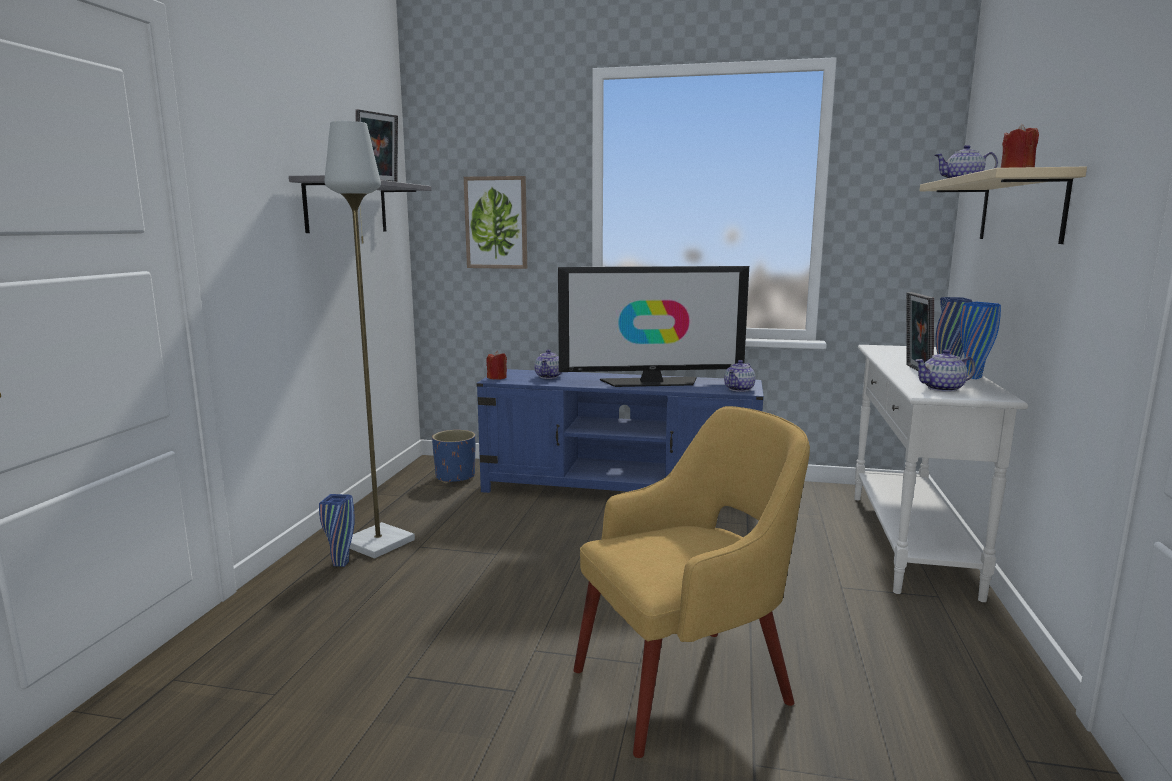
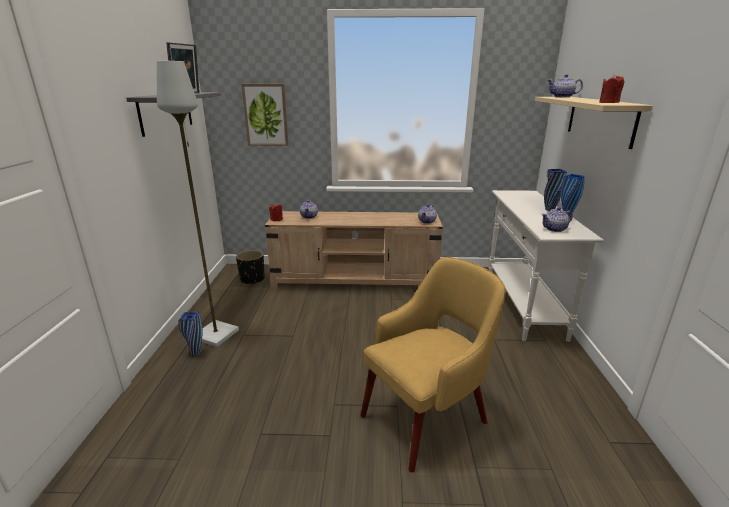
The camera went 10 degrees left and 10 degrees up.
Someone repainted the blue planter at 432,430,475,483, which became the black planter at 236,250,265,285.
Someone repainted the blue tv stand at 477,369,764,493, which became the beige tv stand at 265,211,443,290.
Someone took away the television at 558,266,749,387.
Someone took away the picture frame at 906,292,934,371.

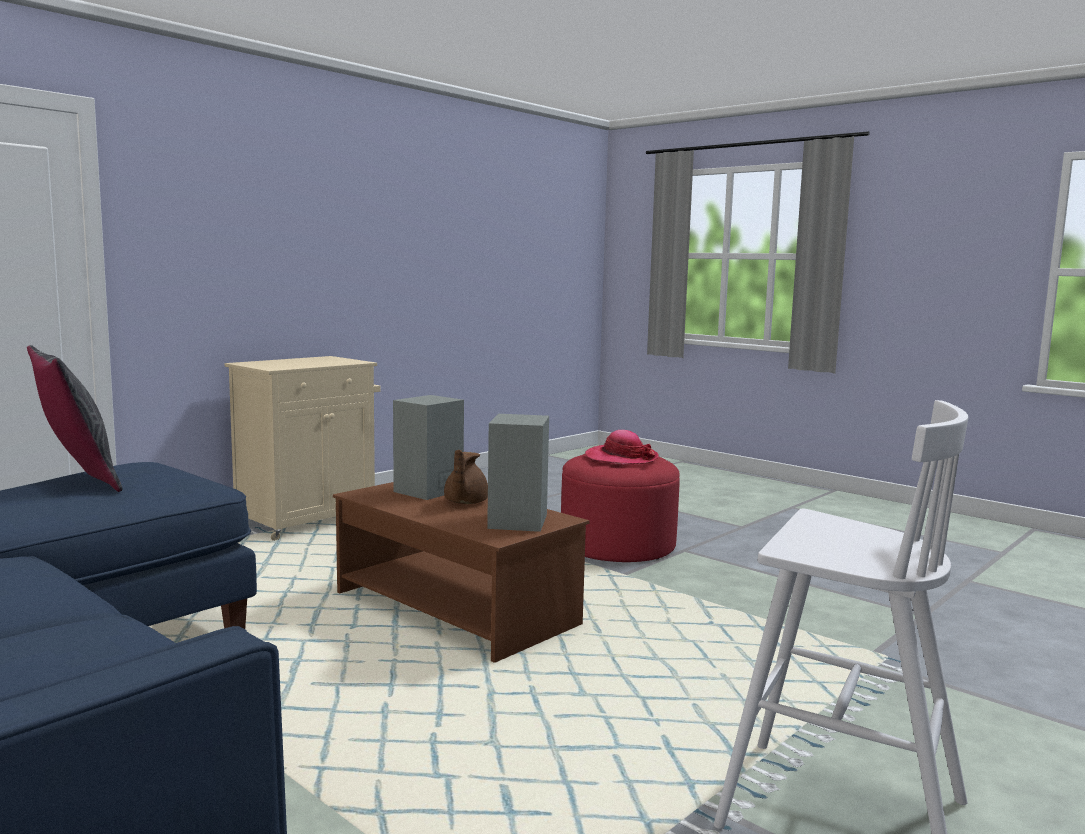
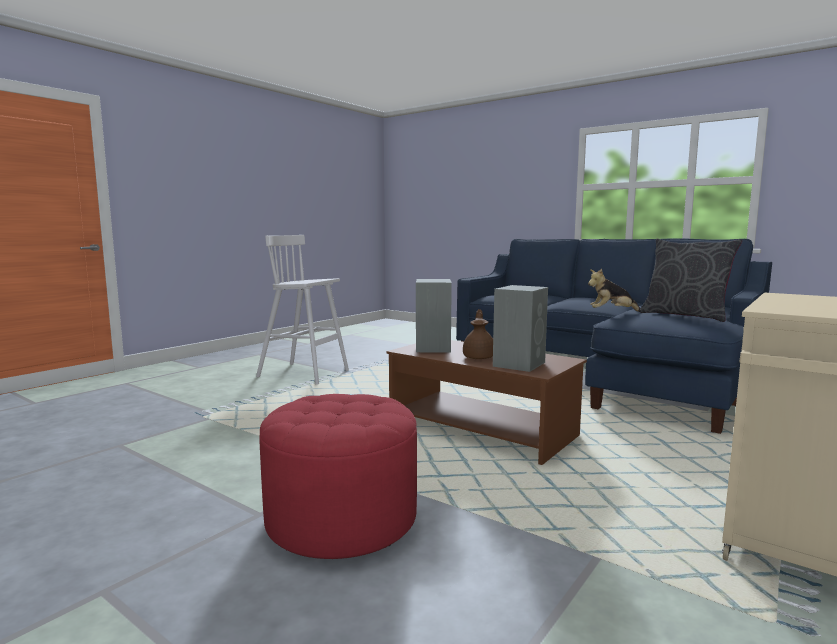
The camera went 175 degrees right and 0 degrees up.
Someone put down the plush toy at 588,269,641,312.
Someone took away the hat at 585,430,659,464.

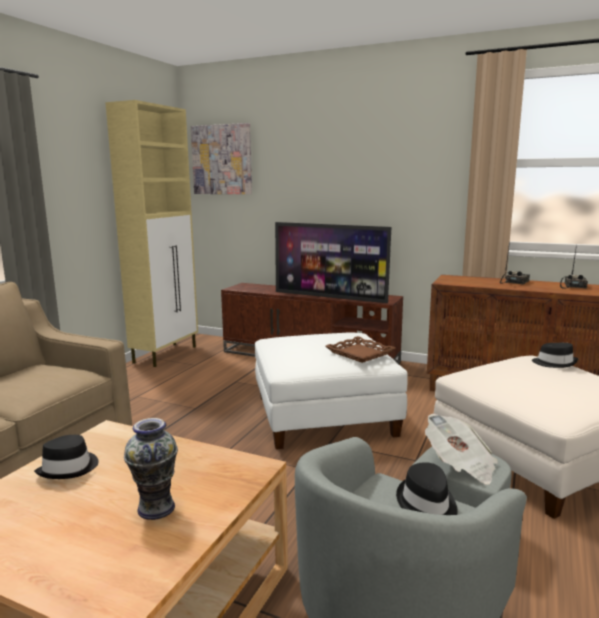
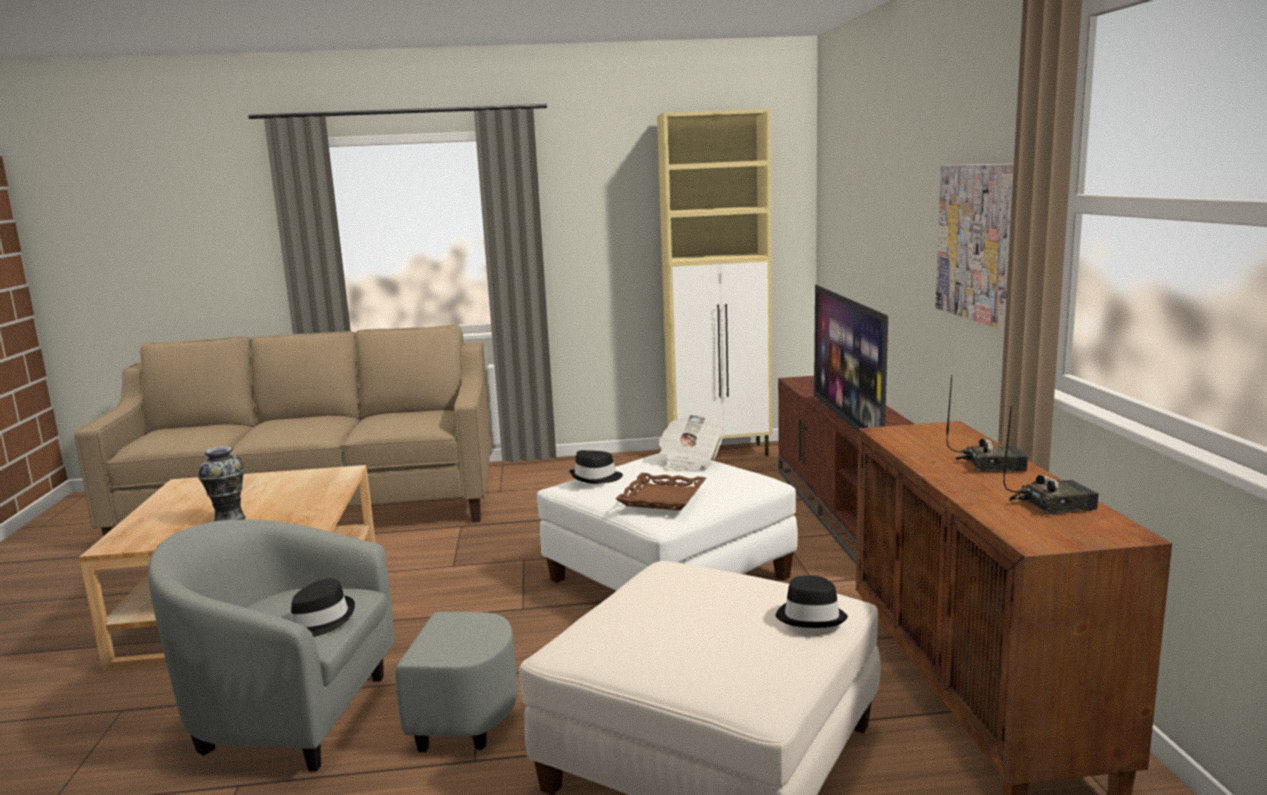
The camera went 60 degrees right and 0 degrees up.
Someone carried the black hat from 34,435,99,479 to 569,450,623,484.
Someone carried the newspaper from 425,414,498,485 to 658,414,725,472.
Someone carried the picture from 191,123,252,194 to 936,164,1014,330.

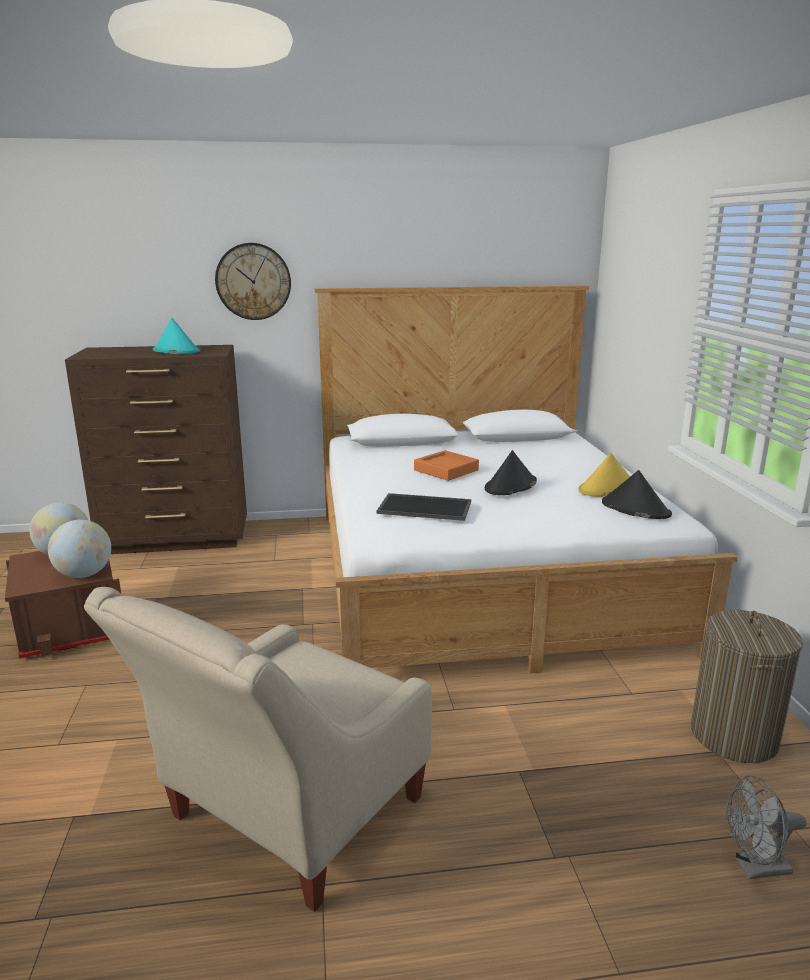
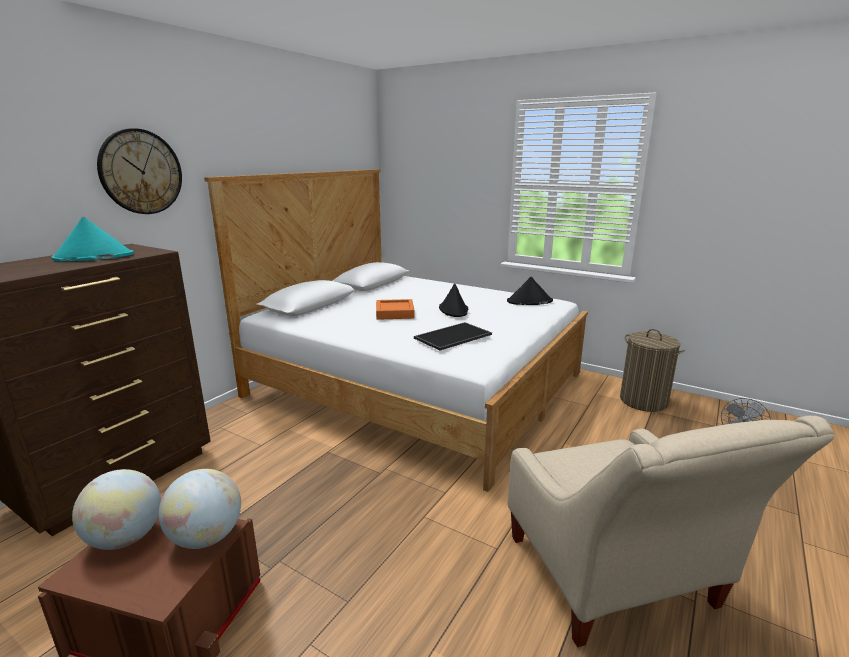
The camera went 50 degrees left and 0 degrees up.
Someone took away the yellow hat at 578,453,630,497.

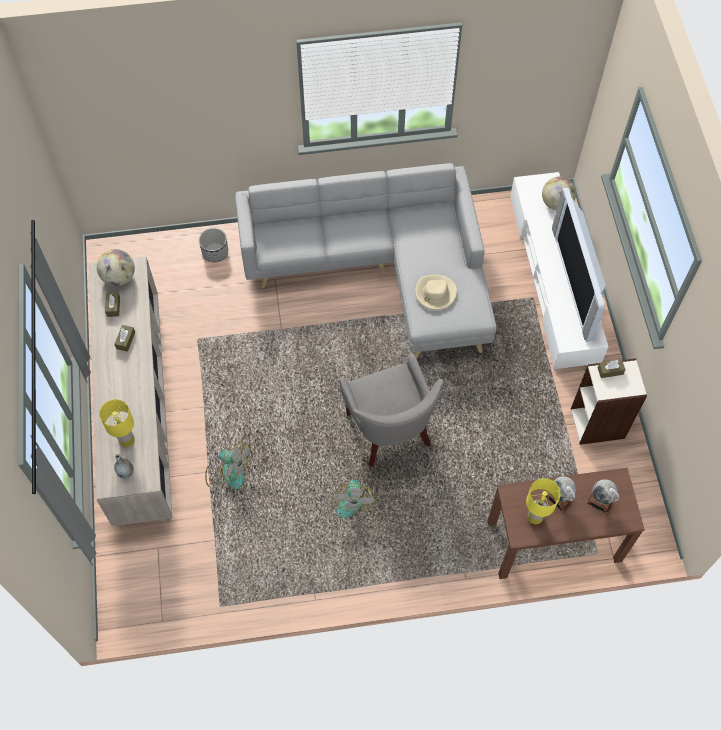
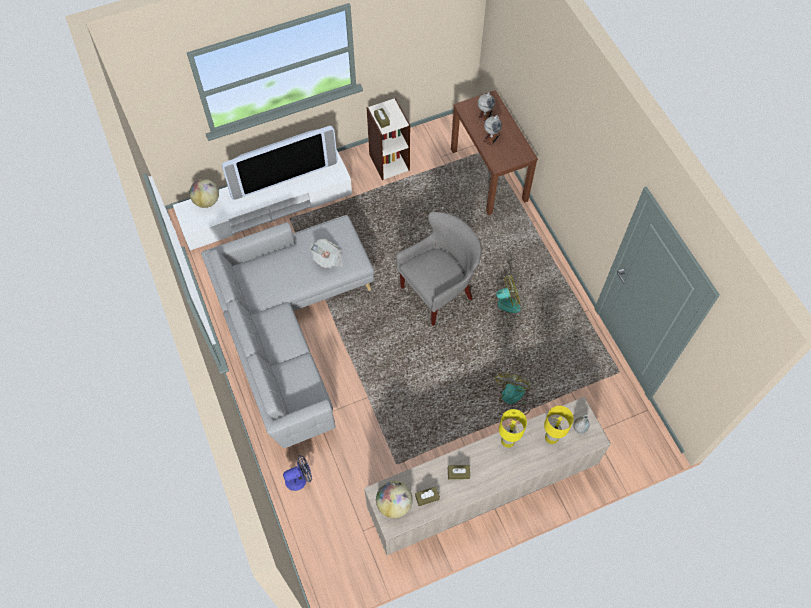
The camera went 105 degrees left and 0 degrees up.
Someone swapped the planter at 199,228,228,262 for the fan at 283,455,312,491.
Someone swapped the beige hat at 415,274,457,310 for the newspaper at 310,239,343,269.
Someone carried the yellow table lamp from 526,478,561,524 to 499,409,527,448.

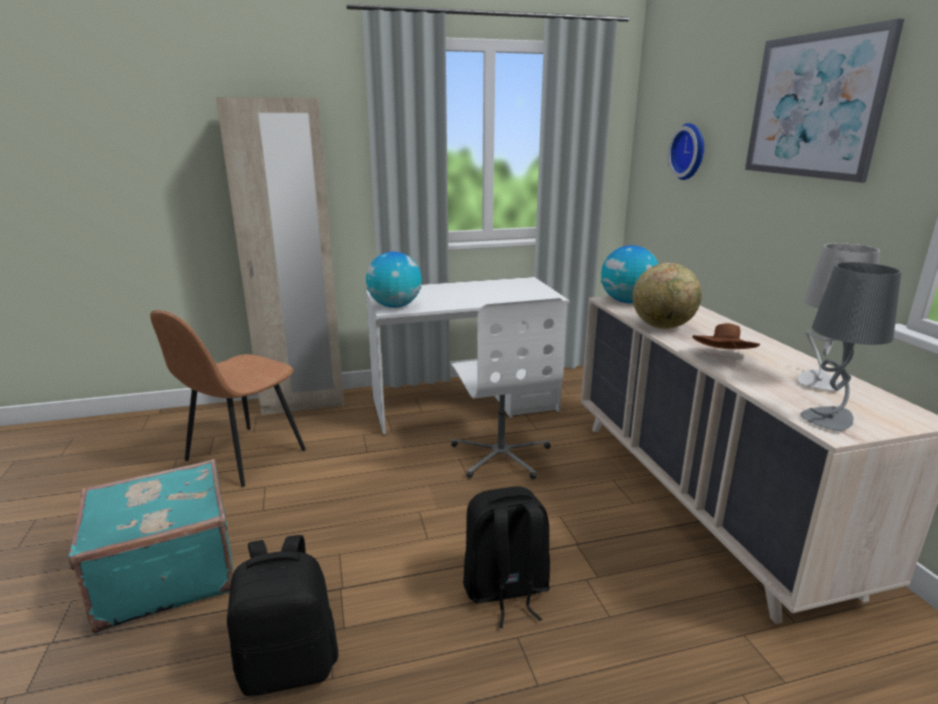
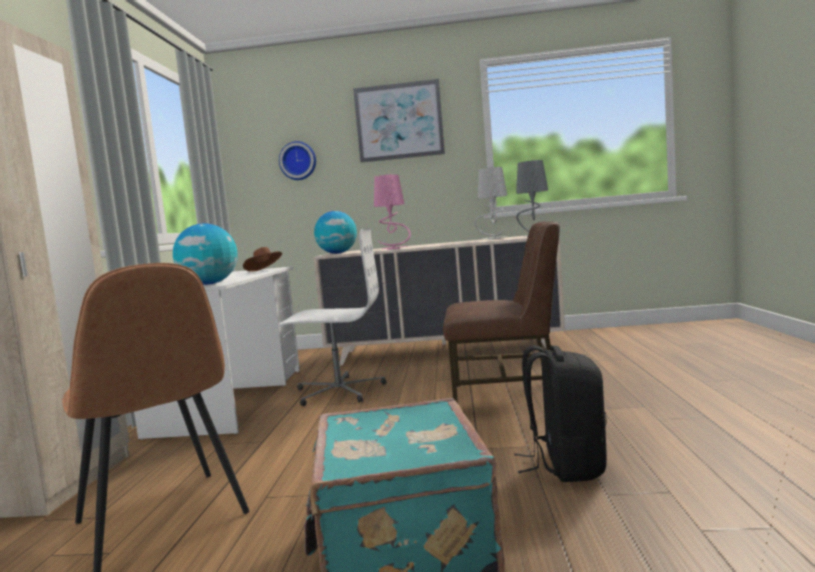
The camera went 70 degrees left and 15 degrees down.
Someone carried the brown hat from 692,323,760,349 to 243,247,282,272.
Someone swapped the globe at 633,263,702,329 for the pink table lamp at 374,174,411,250.
Someone swapped the black backpack at 463,487,550,628 for the brown chair at 443,221,560,403.

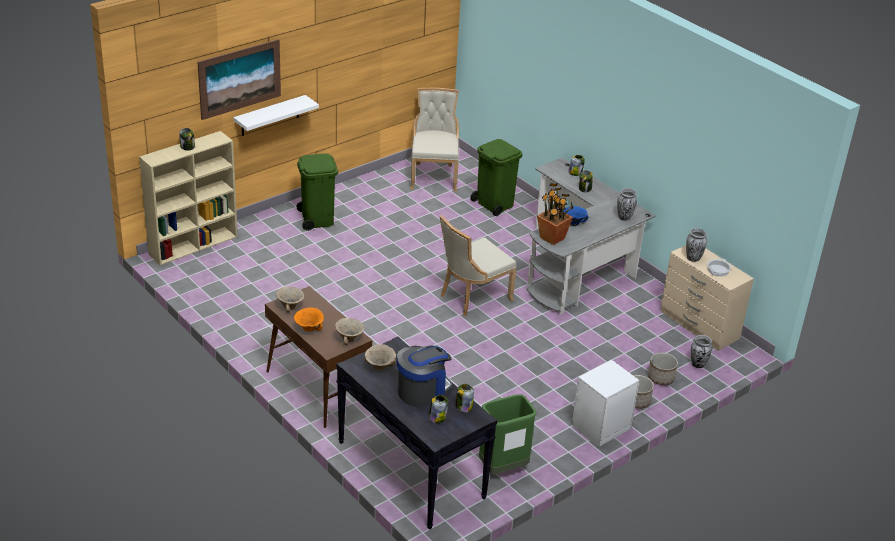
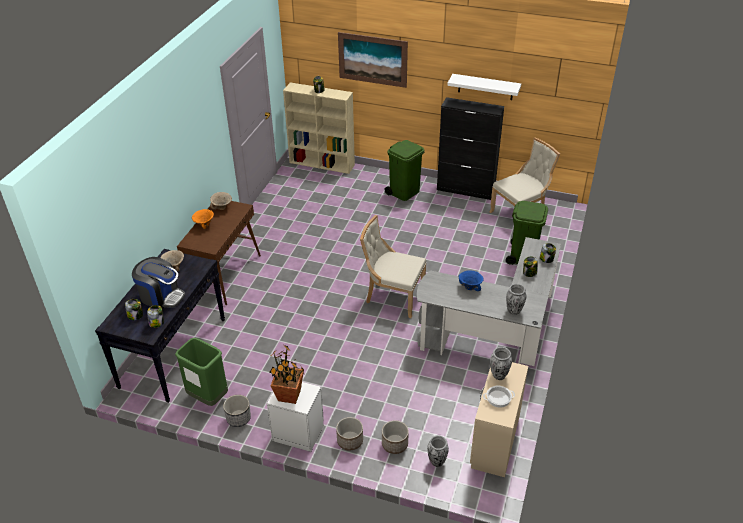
The camera went 60 degrees right and 5 degrees up.
Someone put down the planter at 223,395,251,427.
Someone carried the potted plant from 537,184,573,245 to 270,345,304,404.
Someone put down the black cabinet at 437,97,504,200.
Someone carried the white shelf from 233,95,319,136 to 447,74,521,100.
Someone took away the beige bowl at 335,318,364,345.

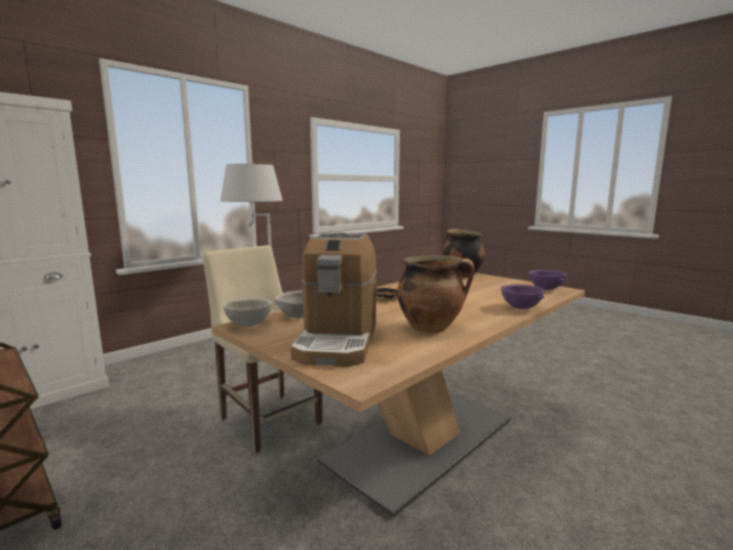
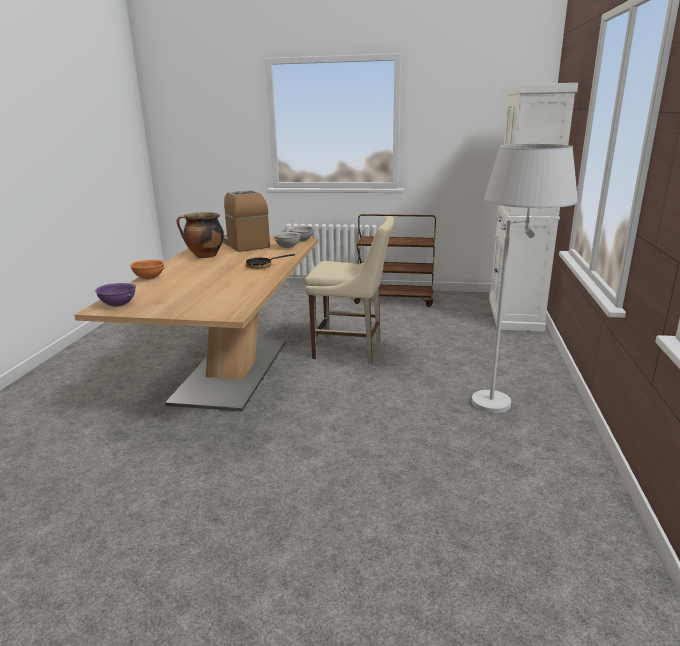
The camera went 145 degrees right and 10 degrees up.
Someone repainted the purple bowl at 501,284,545,309, which became the orange bowl at 130,260,165,280.
Someone took away the cooking pot at 443,229,485,278.

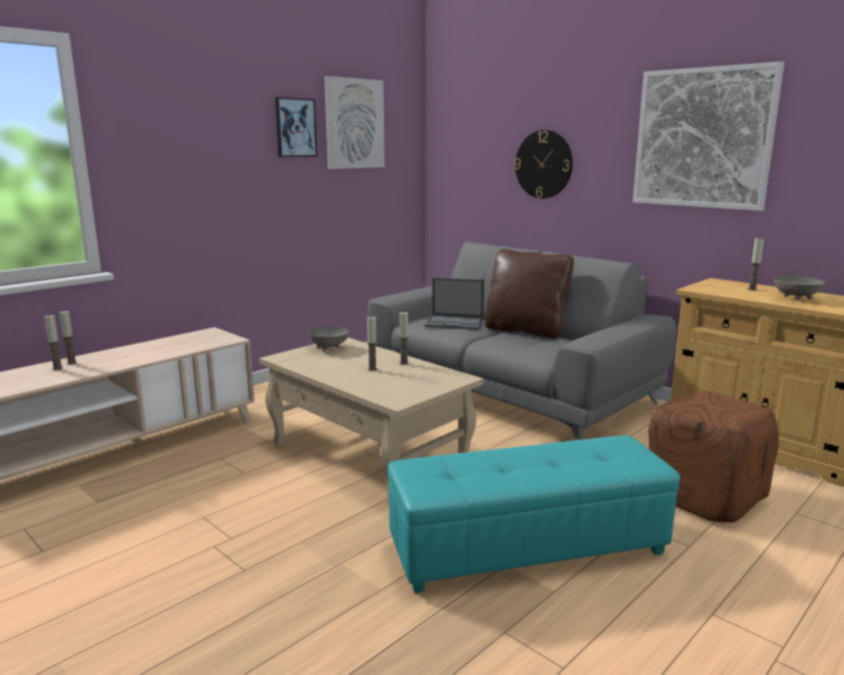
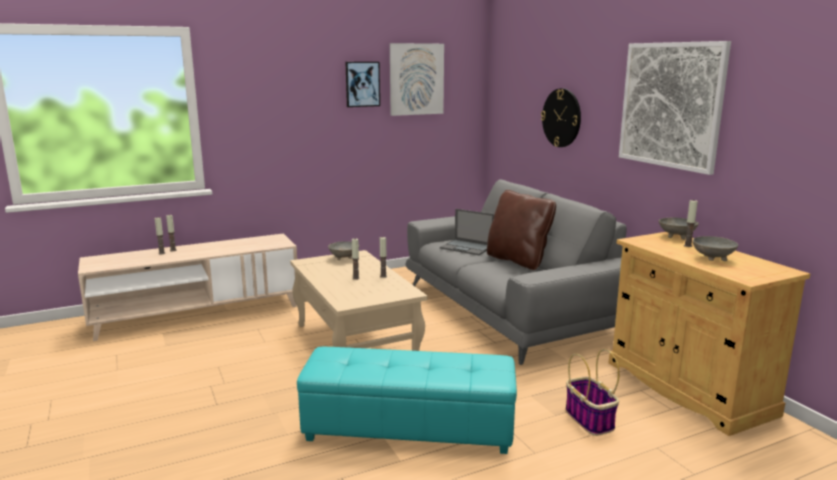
The camera went 20 degrees right and 0 degrees up.
Someone swapped the brown ottoman at 648,391,779,522 for the basket at 565,349,620,436.
Someone put down the grey bowl at 659,218,699,240.

